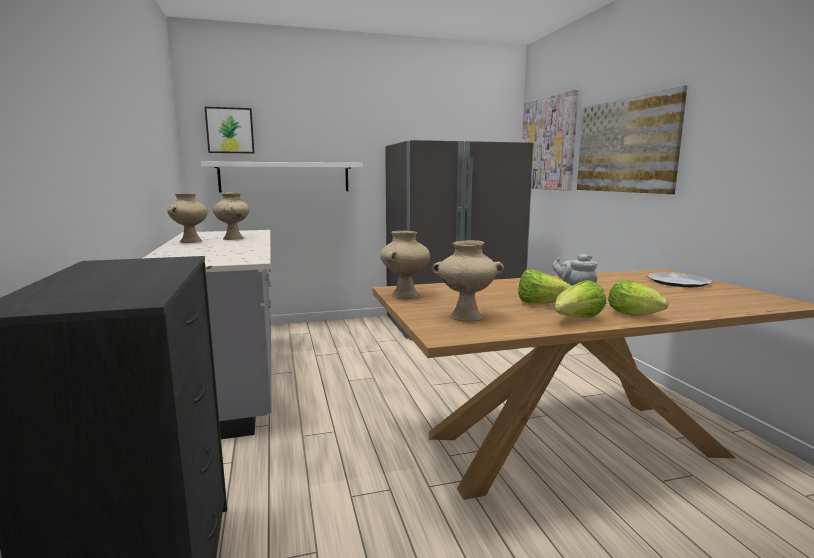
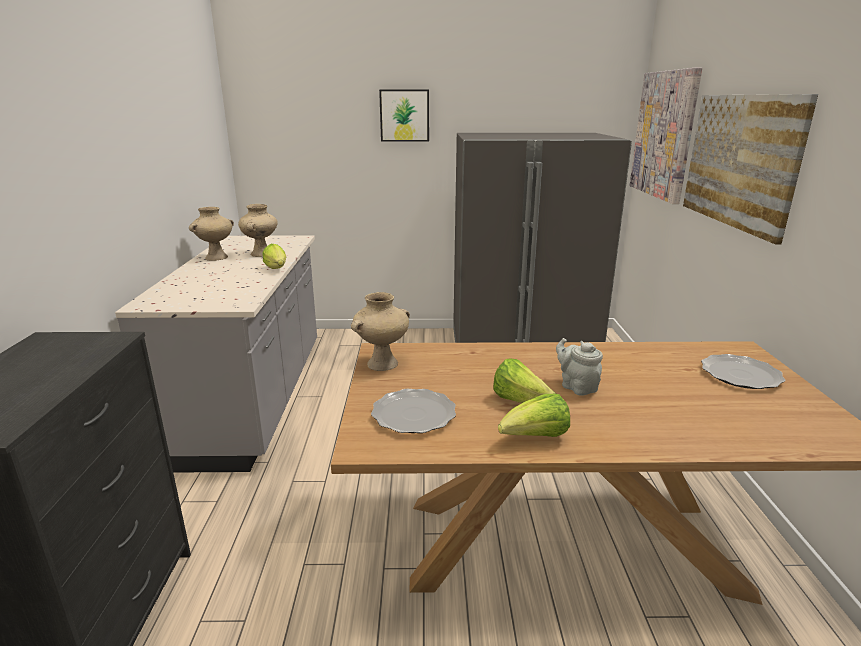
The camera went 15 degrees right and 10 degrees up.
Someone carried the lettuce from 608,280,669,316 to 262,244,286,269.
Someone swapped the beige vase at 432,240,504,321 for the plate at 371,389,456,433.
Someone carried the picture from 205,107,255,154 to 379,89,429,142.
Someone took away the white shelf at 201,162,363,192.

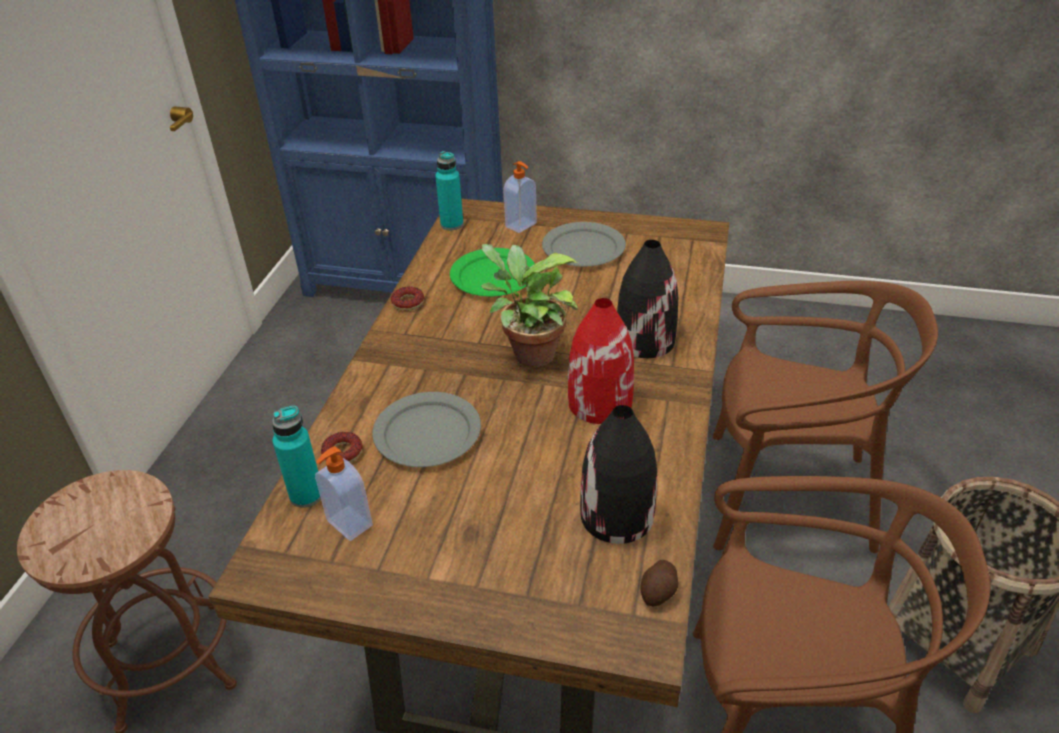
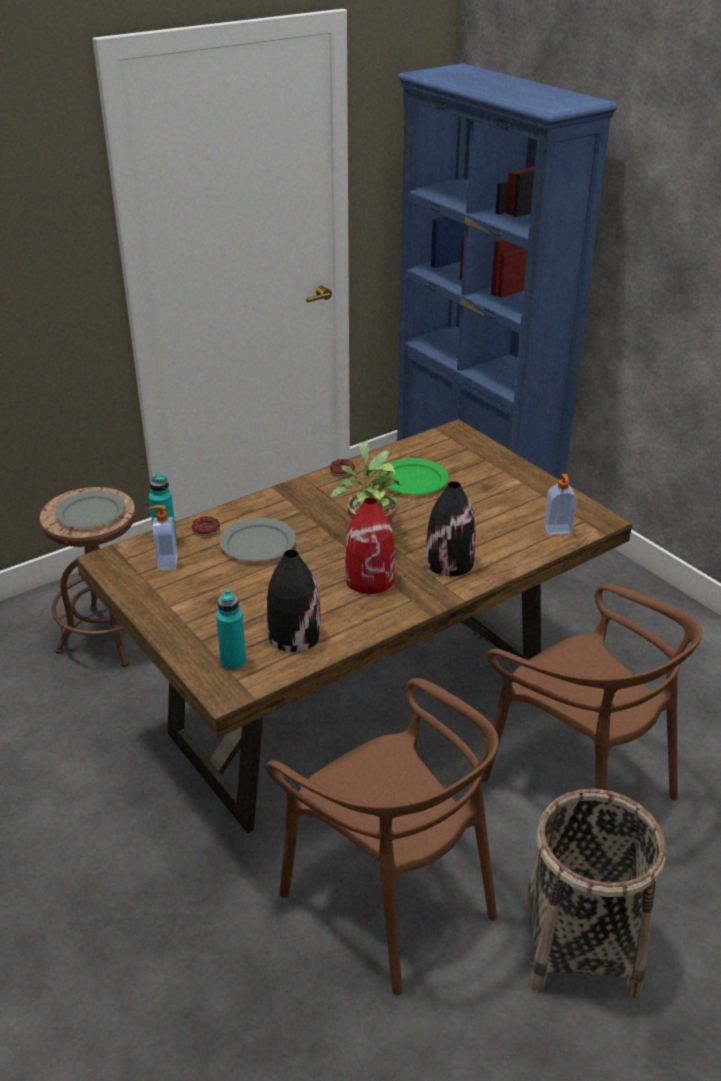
The camera went 40 degrees right and 5 degrees down.
Someone carried the grey plate from 542,222,626,266 to 55,491,125,528.
Someone carried the turquoise bottle from 435,151,464,230 to 216,590,246,671.
Someone carried the soap dispenser from 503,161,537,233 to 544,474,577,535.
Someone took away the potato at 640,560,678,606.

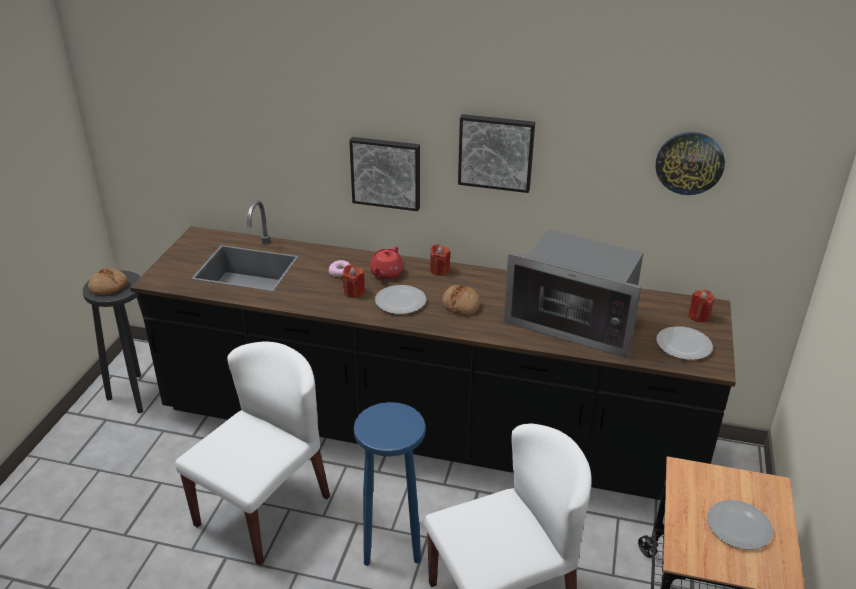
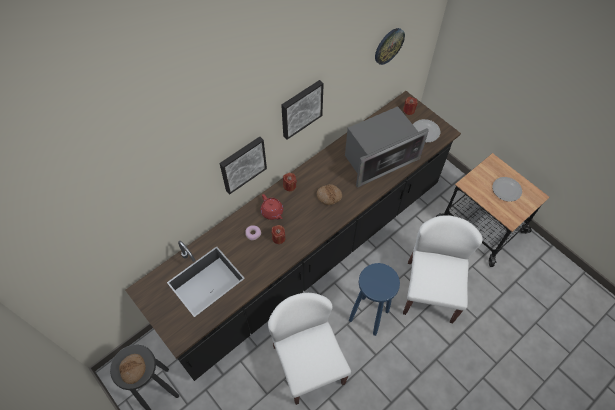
The camera went 55 degrees left and 25 degrees up.
Someone took away the plate at 375,285,426,314.

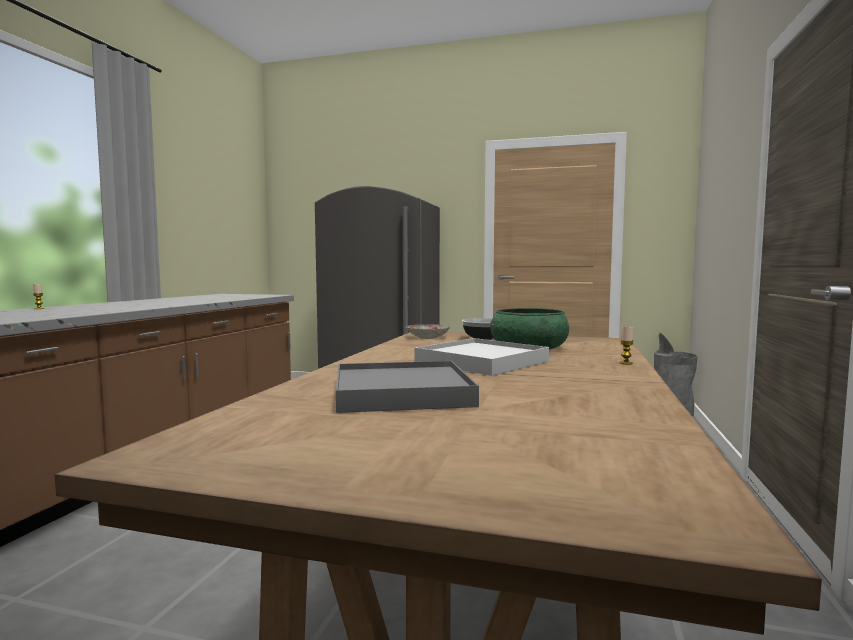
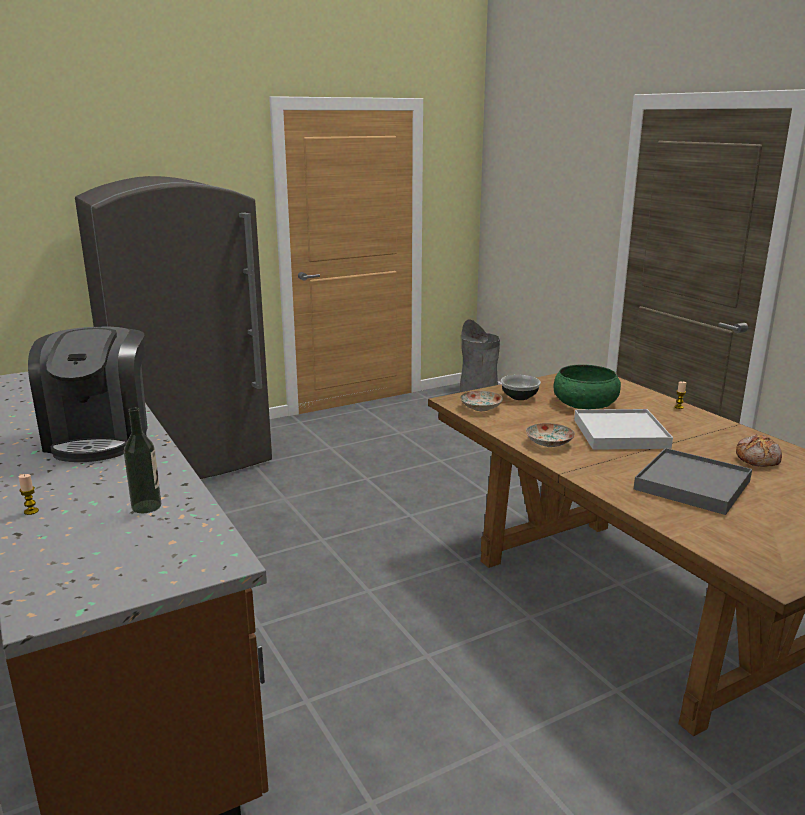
The camera went 45 degrees left and 15 degrees up.
Someone put down the coffee machine at 28,326,148,462.
Someone put down the bottle at 124,407,161,513.
Someone put down the plate at 526,423,575,447.
Someone put down the bread at 736,435,782,467.

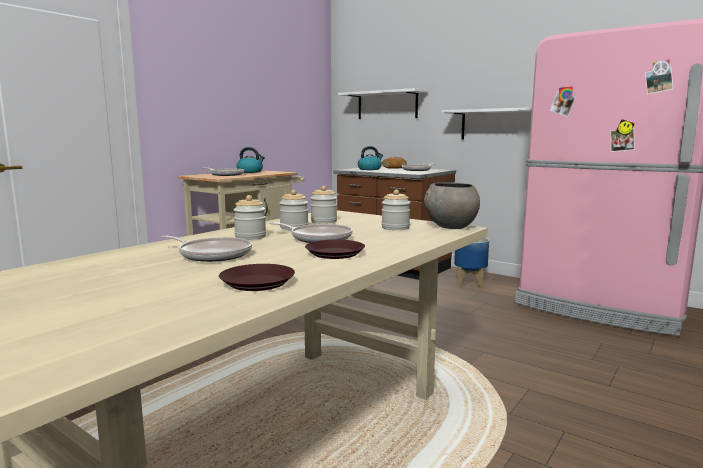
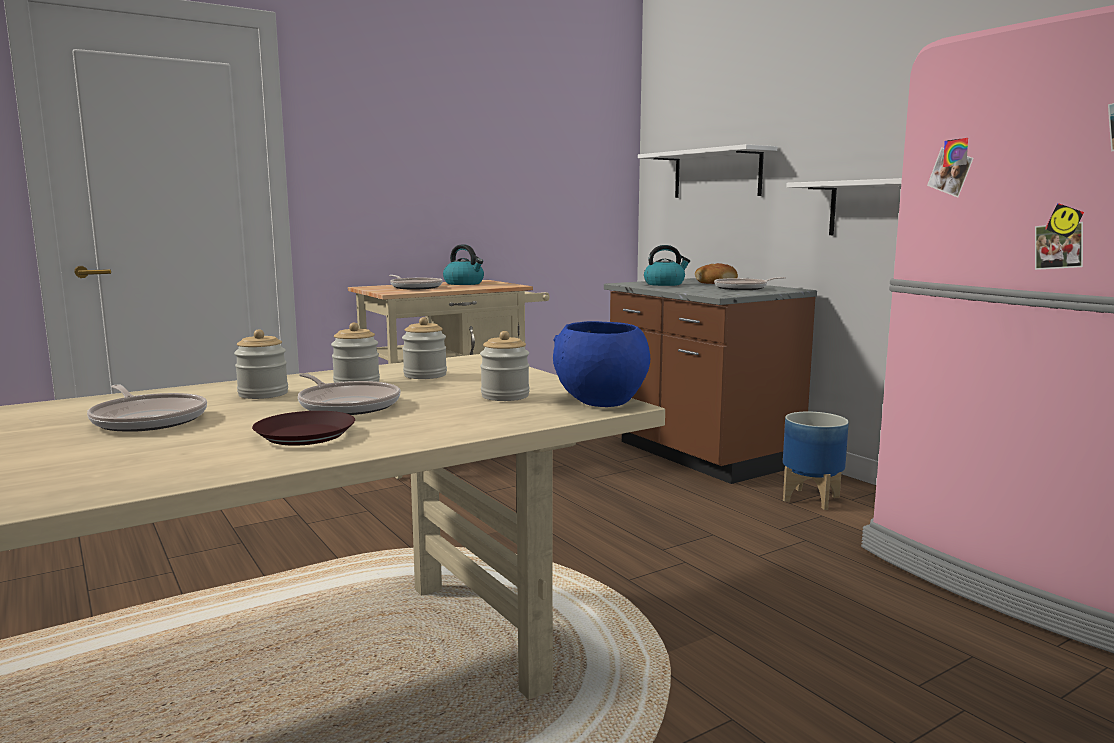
The camera went 20 degrees right and 0 degrees up.
Someone repainted the grey bowl at 424,182,480,229, which became the blue bowl at 553,321,650,407.
Someone took away the brown plate at 219,264,295,291.

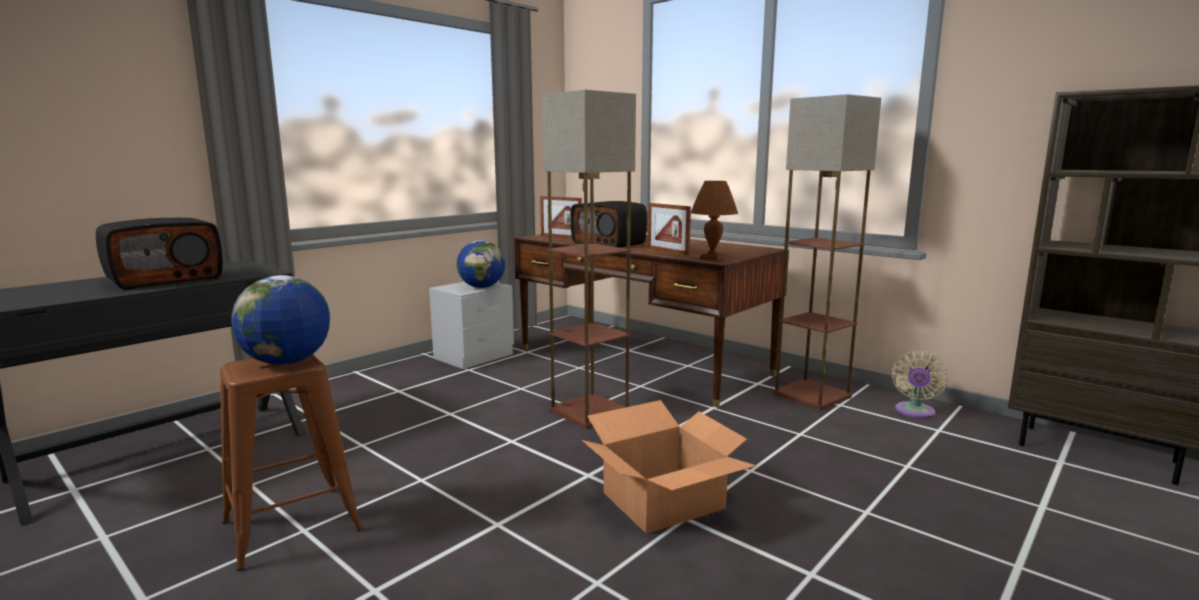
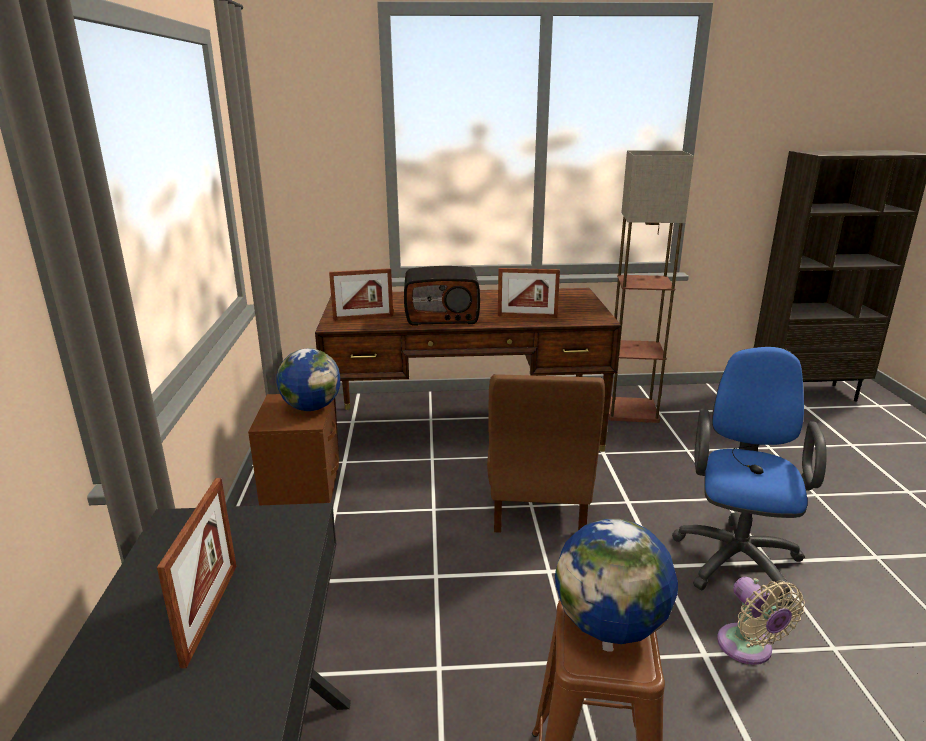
The camera went 45 degrees left and 10 degrees up.
Someone swapped the radio at 96,218,223,290 for the picture frame at 157,478,237,668.
Someone repainted the grey nightstand at 429,282,514,369, which became the brown nightstand at 248,394,339,505.
Someone swapped the floor lamp at 542,90,636,429 for the brown chair at 487,374,605,533.
Someone swapped the cardboard box at 582,400,756,534 for the blue office chair at 672,347,827,606.
Someone carried the beige fan from 892,351,948,418 to 717,577,805,665.
Someone took away the brown table lamp at 690,181,738,261.

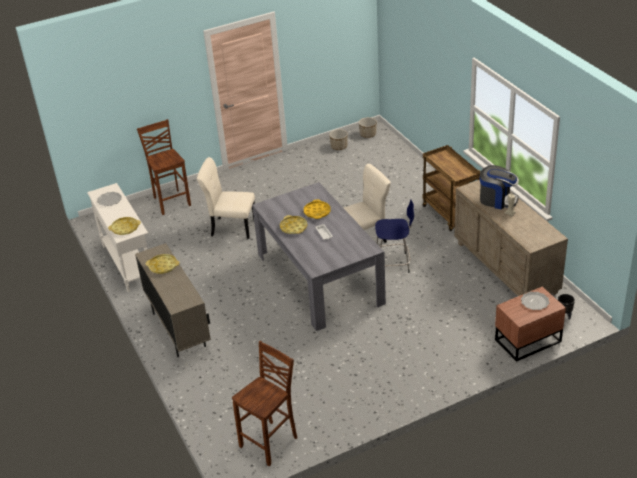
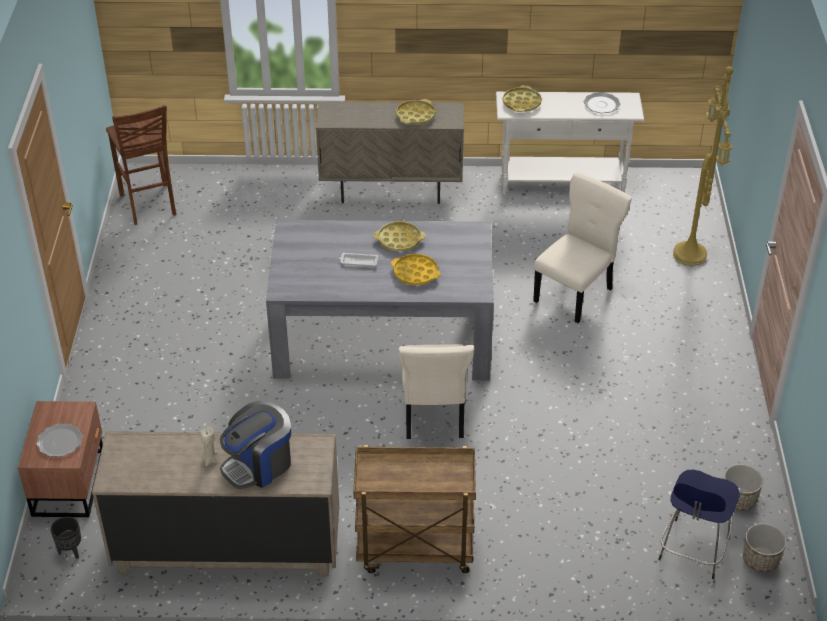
The camera went 115 degrees right and 5 degrees up.
Someone carried the blue stool from 375,199,414,273 to 658,470,739,579.
Someone swapped the brown stool at 137,119,191,215 for the yellow floor lamp at 673,66,733,266.

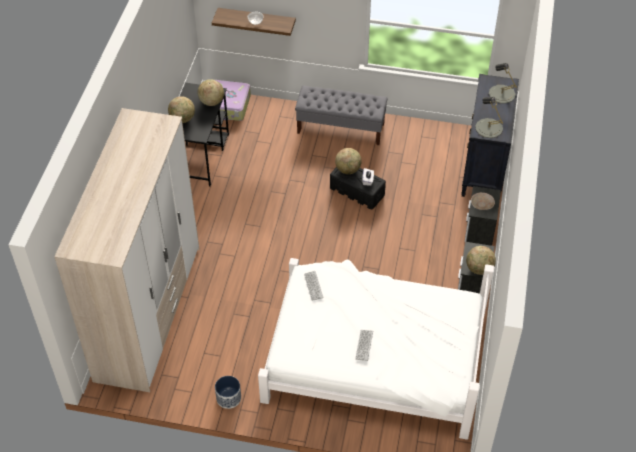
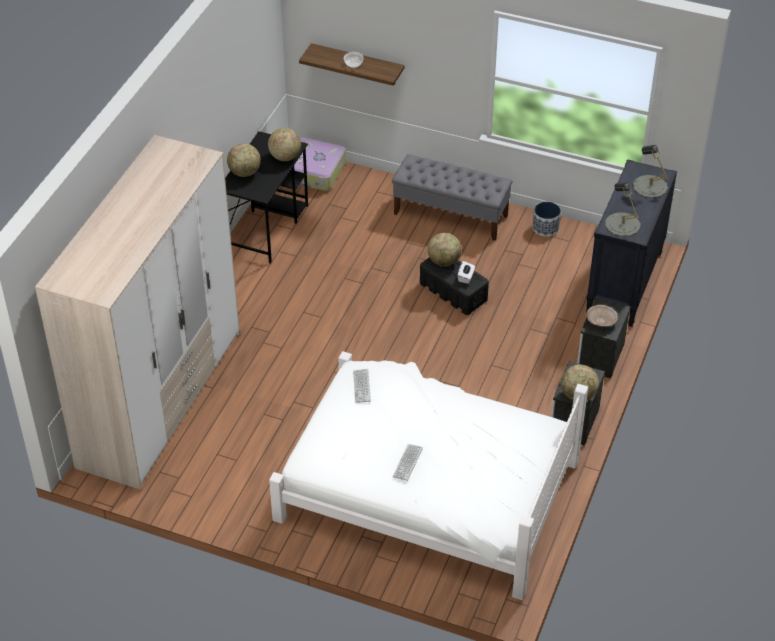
The camera went 10 degrees right and 5 degrees down.
Someone carried the planter from 215,376,241,409 to 533,202,561,237.

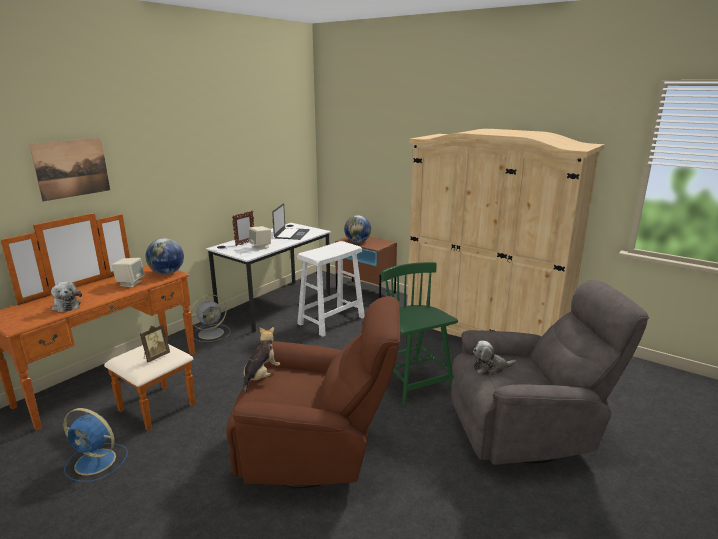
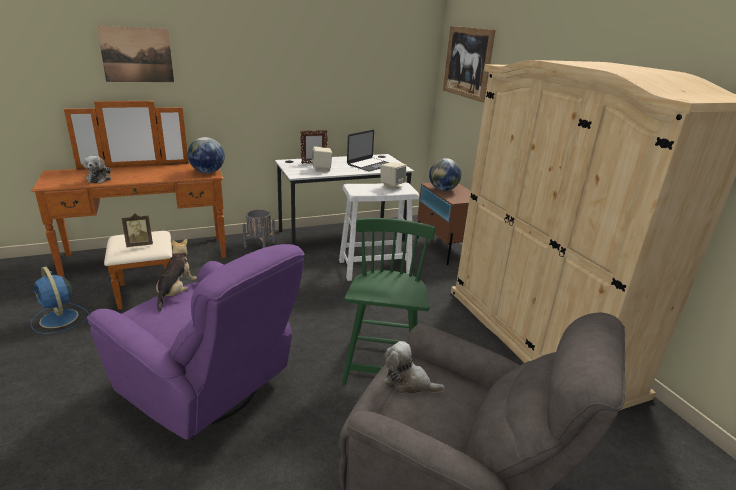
The camera went 30 degrees right and 5 degrees up.
Someone repainted the brown armchair at 226,296,401,488, which became the purple armchair at 87,244,305,440.
Someone rotated the plush toy at 243,327,280,395 by 45 degrees counterclockwise.
Someone swapped the grey fan at 190,295,230,342 for the grey planter at 243,209,275,248.
Someone carried the beige speaker from 112,258,145,287 to 380,162,406,190.
Someone put up the picture at 443,26,496,102.

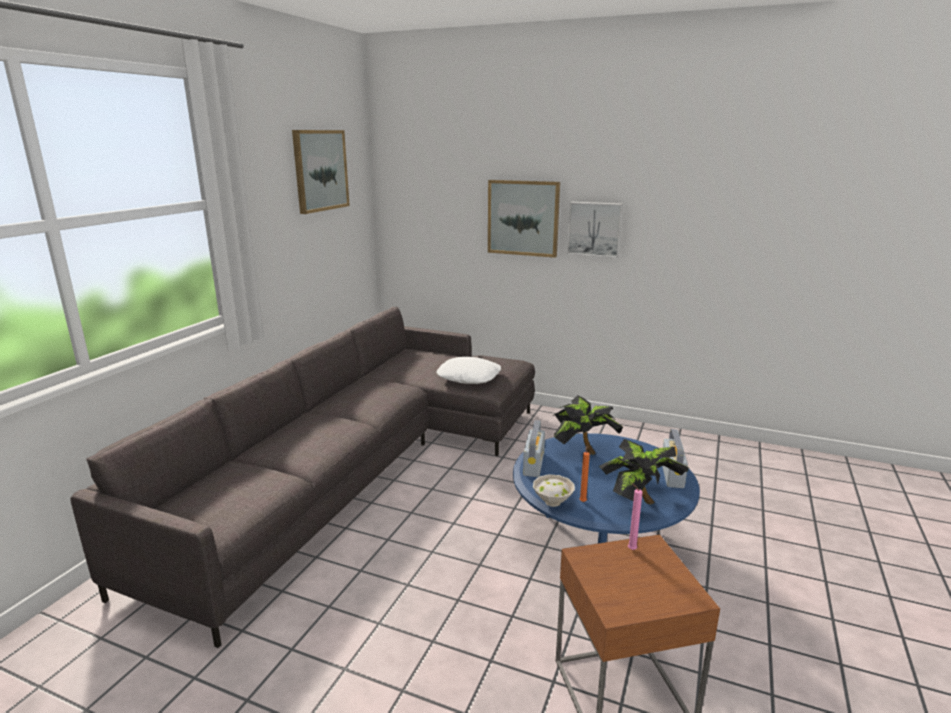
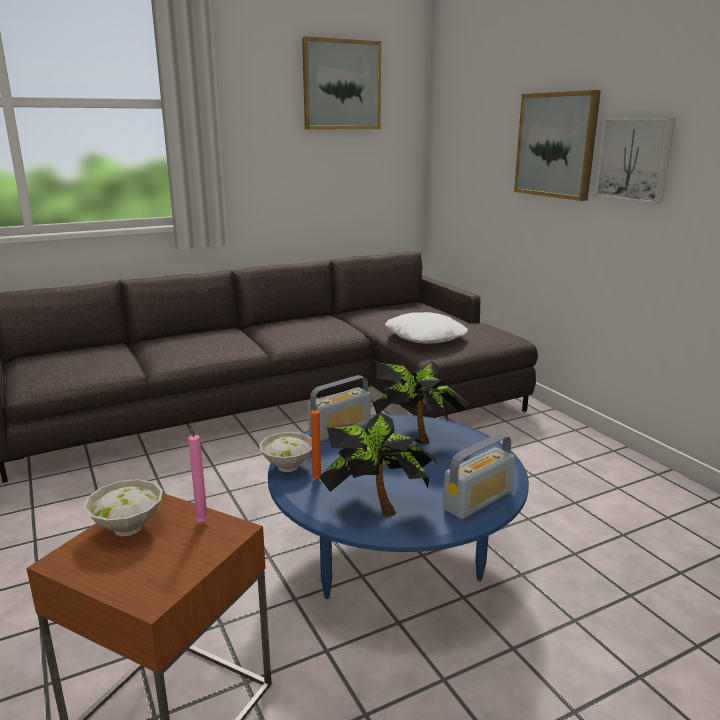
The camera went 40 degrees right and 0 degrees up.
Someone put down the white bowl at 83,479,163,536.

